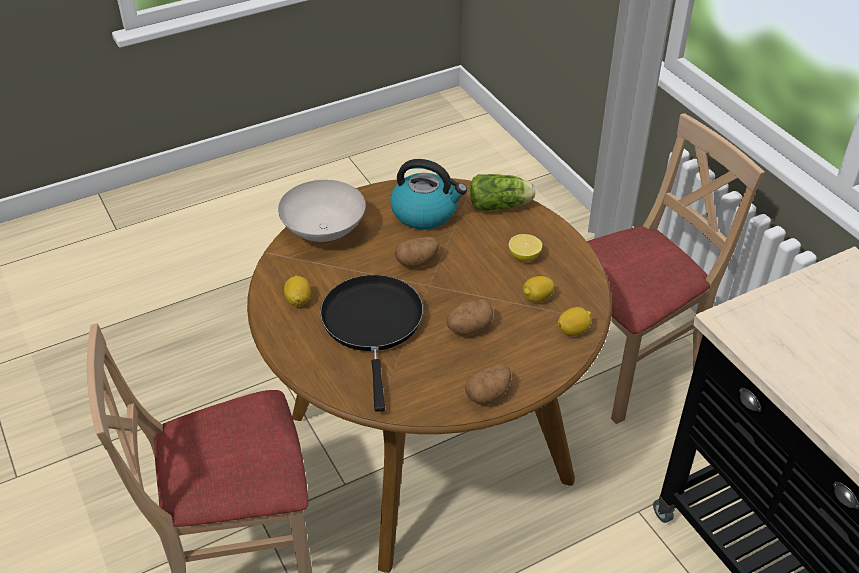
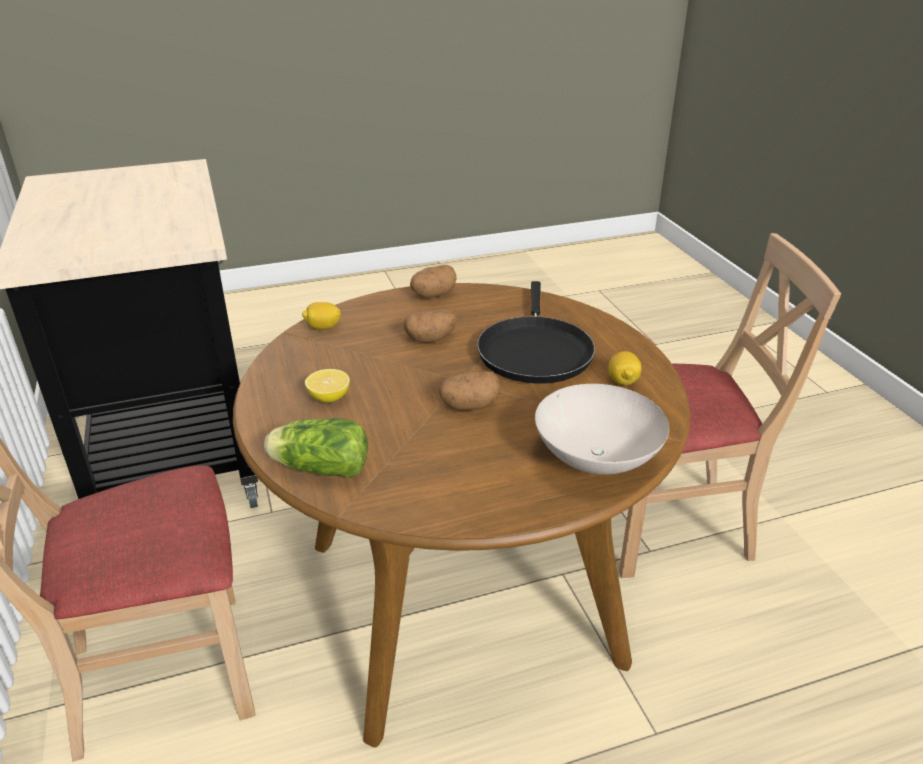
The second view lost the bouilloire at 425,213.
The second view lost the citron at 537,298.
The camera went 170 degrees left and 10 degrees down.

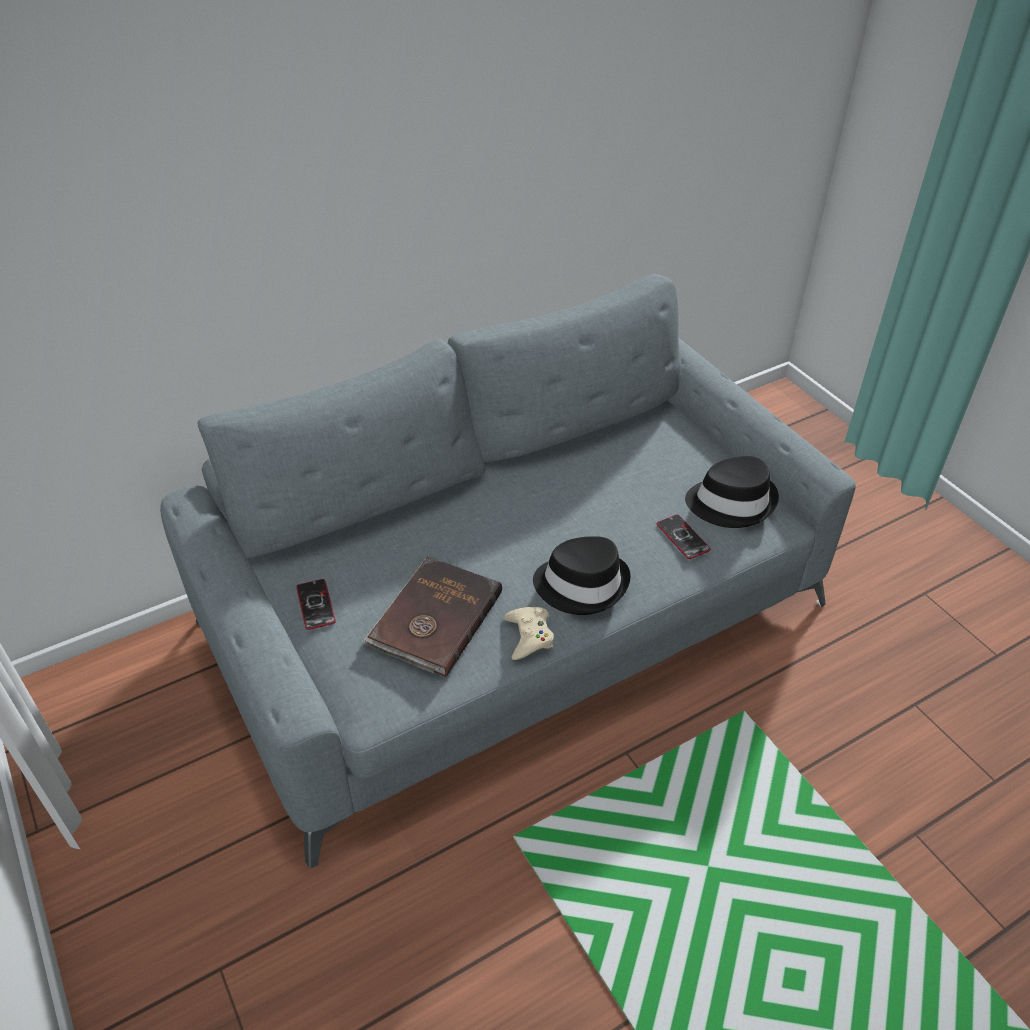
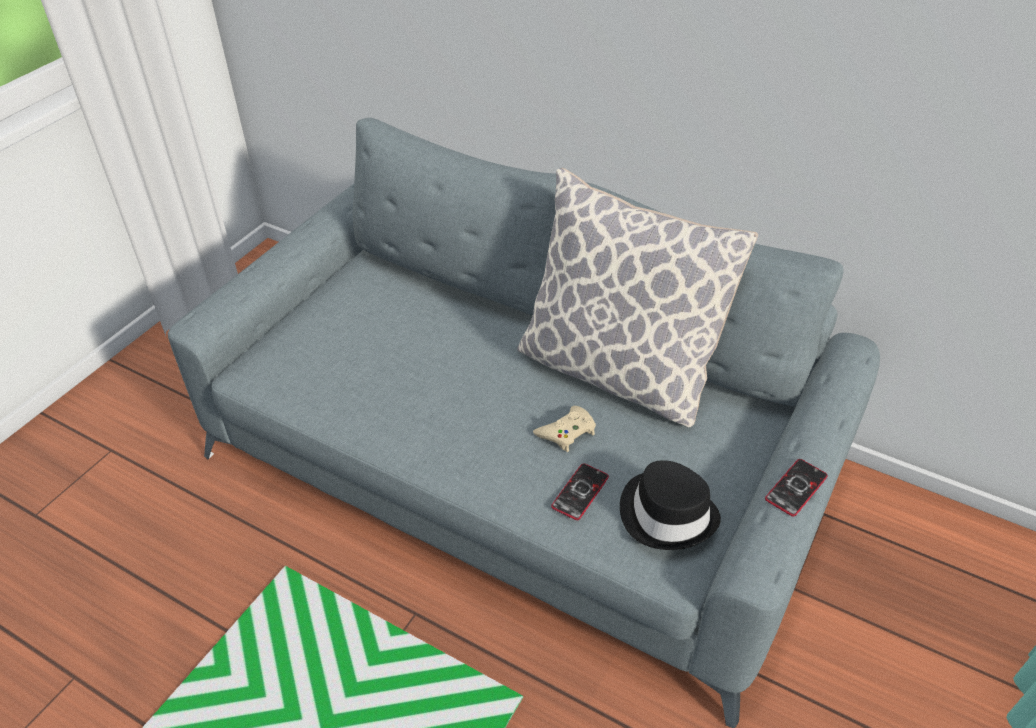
The téléphone ended up elsewhere, having gone from 315,605 to 796,488.
The second view lost the livre [marron] at 434,619.
The manette [beige] ended up elsewhere, having gone from 529,636 to 567,432.
The second view lost the chapeau [noir] at 582,584.
The second view gained the coussin at 616,370.
The camera went 60 degrees right and 0 degrees up.

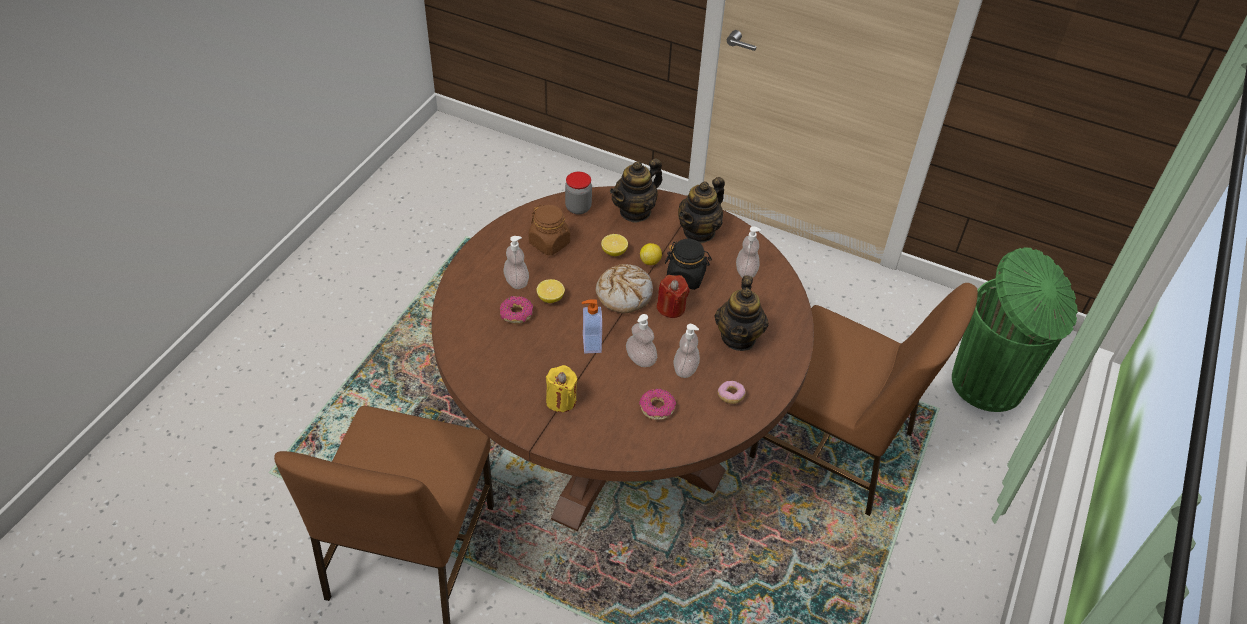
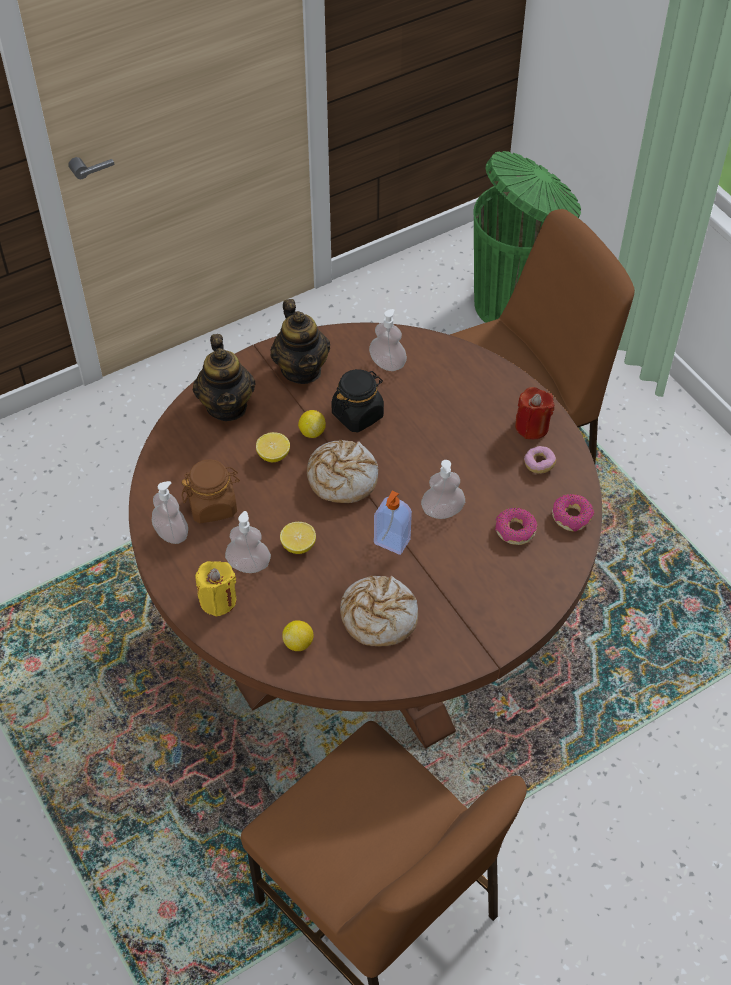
The beignet ended up elsewhere, having gone from 516,314 to 572,517.
The bougie [jaune] ended up elsewhere, having gone from 561,400 to 218,600.
The second view lost the bocal at 578,208.
The bougie [rouge] ended up elsewhere, having gone from 671,307 to 532,427.
The distributeur de savon ended up elsewhere, having gone from 685,369 to 171,533.
The second view lost the théière at 739,337.
The second view gained the citron at 298,643.
The second view gained the pain at 378,617.
The camera went 55 degrees left and 5 degrees up.

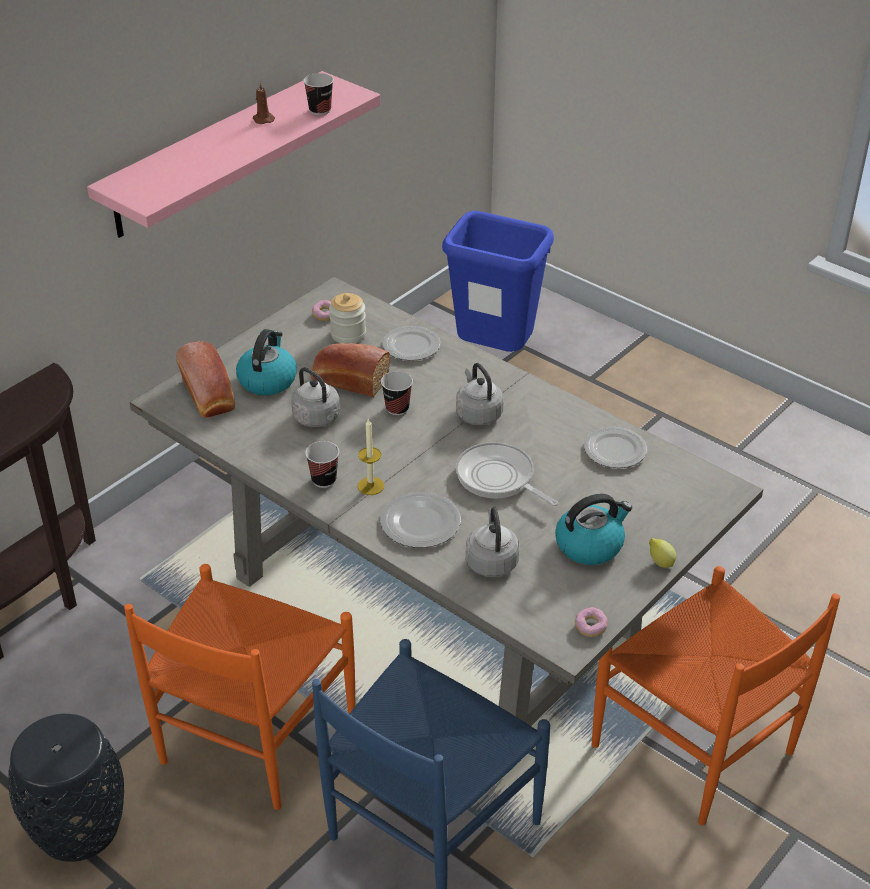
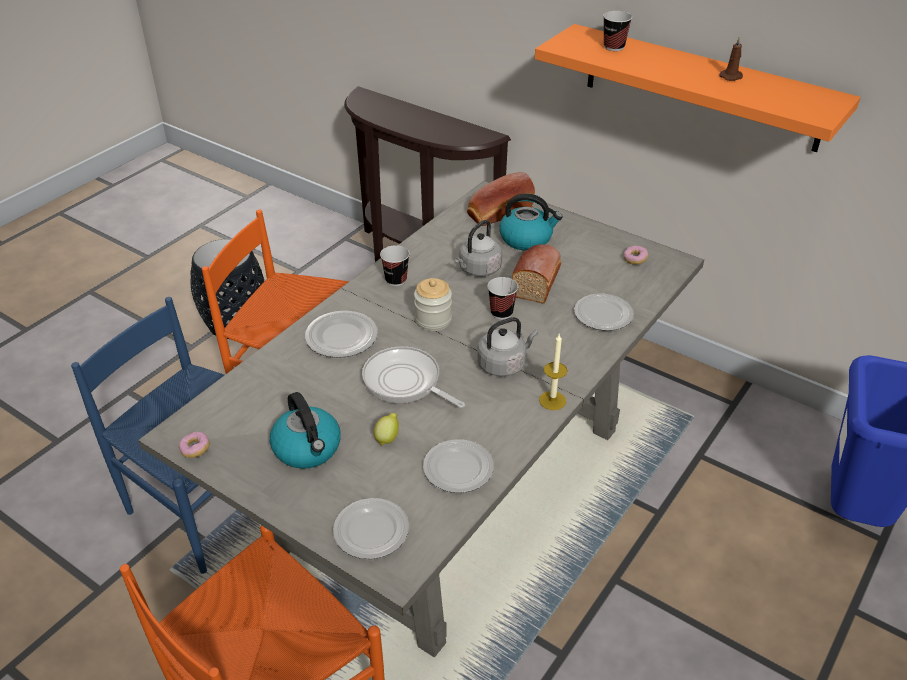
What was the étagère [rose] at 215,154 turned into the étagère [orange] at 701,87.
The tasse ended up elsewhere, having gone from 320,110 to 614,47.
The bocal ended up elsewhere, having gone from 348,334 to 433,320.
The bougie ended up elsewhere, having gone from 371,486 to 552,400.
The poêle at 498,478 ended up facing another way, 90 degrees counterclockwise from before.
The second view lost the bouilloire [gris] at 491,561.
The citron ended up elsewhere, having gone from 660,562 to 387,438.
The second view gained the assiette at 370,531.
The camera went 85 degrees right and 0 degrees up.

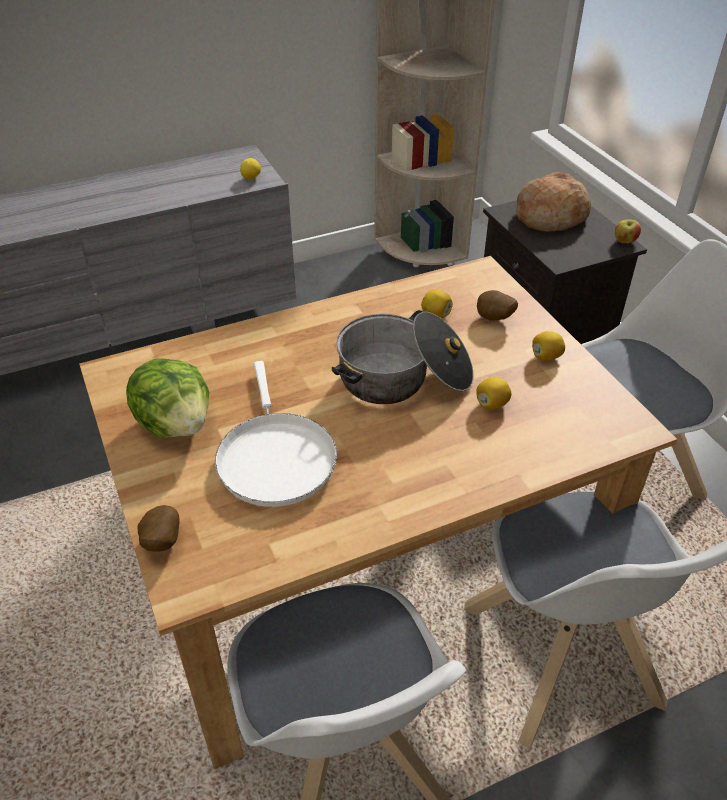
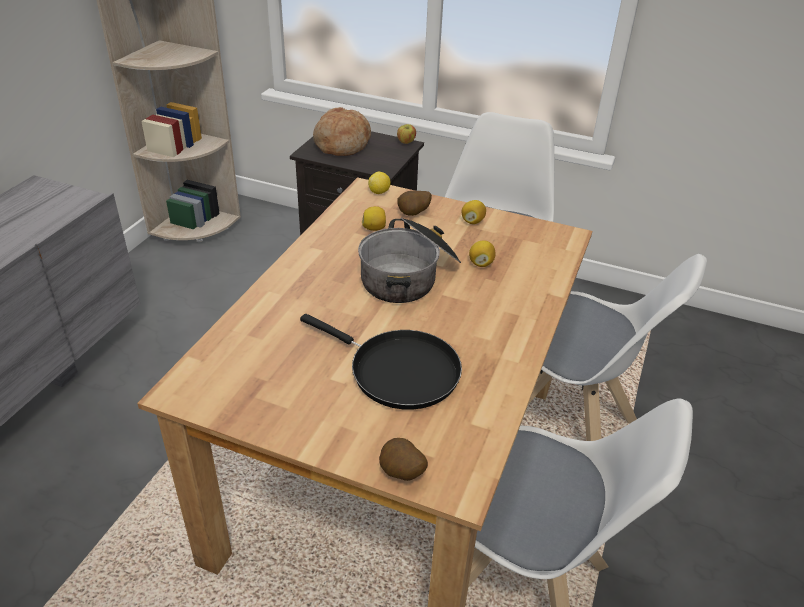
The second view lost the laitue at 176,424.
What was the poêle [blanc] at 275,457 turned into the poêle [noir] at 398,371.
The citron ended up elsewhere, having gone from 251,178 to 379,192.
The camera went 45 degrees left and 5 degrees down.

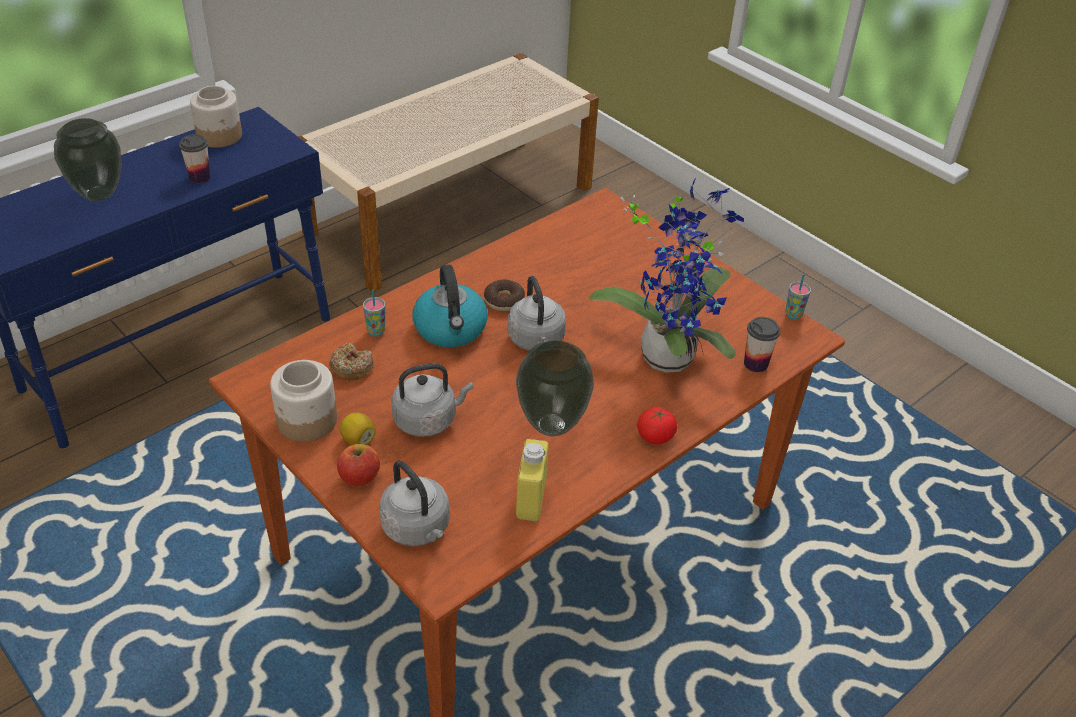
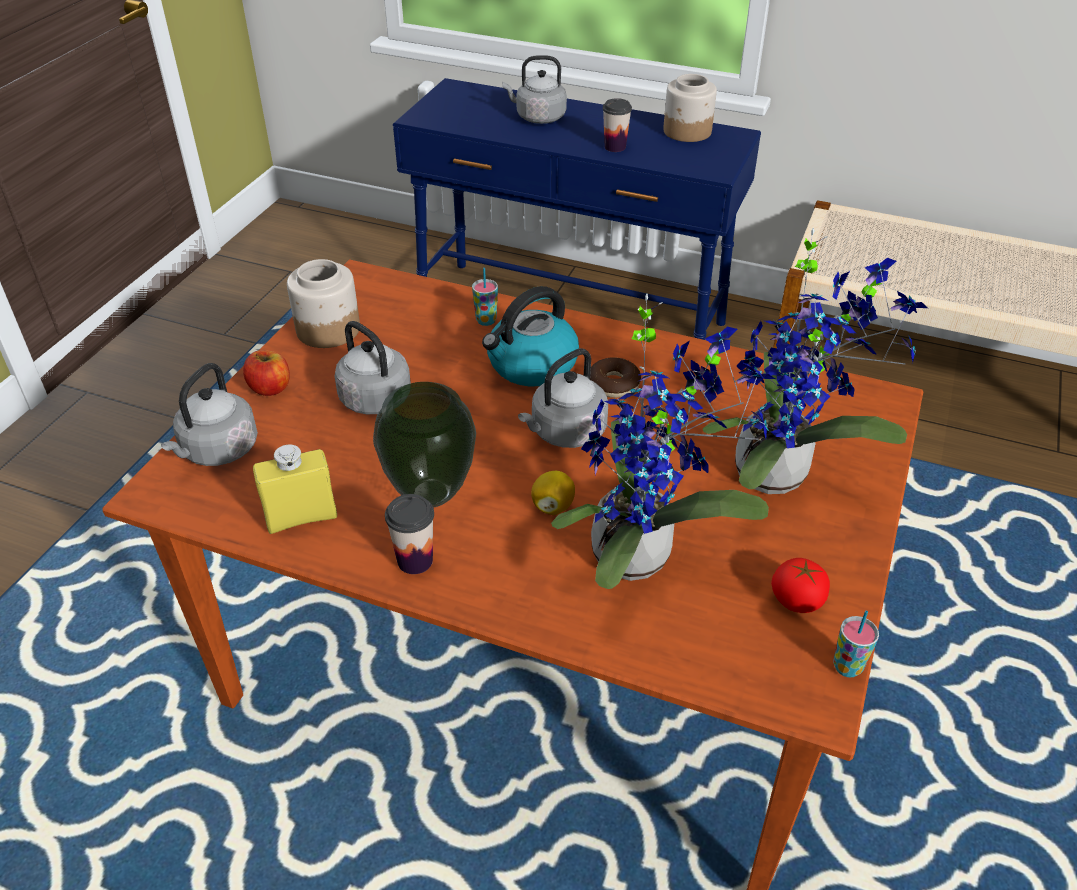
Where the vase stood at 99,195, the bouilloire [gris] came to stand at 538,117.
The second view lost the beignet at 351,367.
The citron ended up elsewhere, having gone from 358,440 to 552,506.
The tomate ended up elsewhere, having gone from 655,437 to 796,600.
The tasse ended up elsewhere, having gone from 755,364 to 415,560.
The second view gained the plante en pot at 780,473.
The camera went 65 degrees right and 0 degrees up.

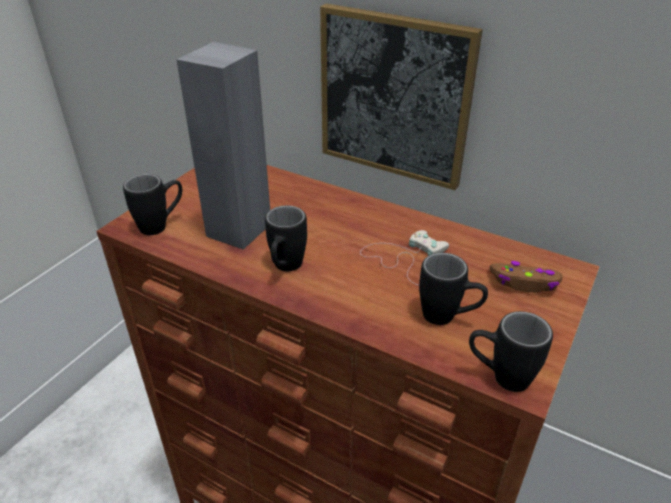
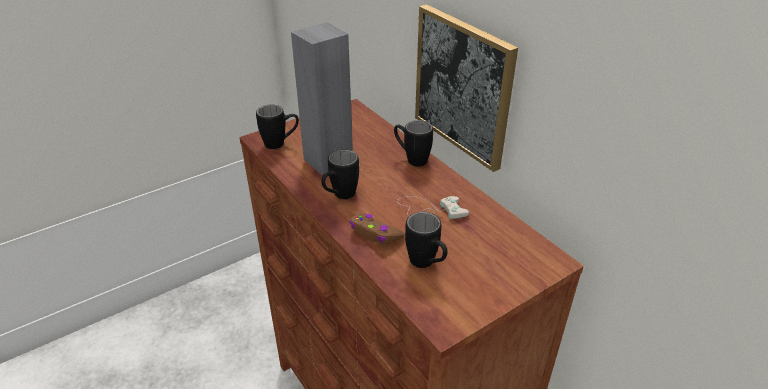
The mug [noir] ended up elsewhere, having gone from 499,377 to 411,159.
The manette [marron] ended up elsewhere, having gone from 524,283 to 375,233.
The camera went 25 degrees right and 0 degrees up.

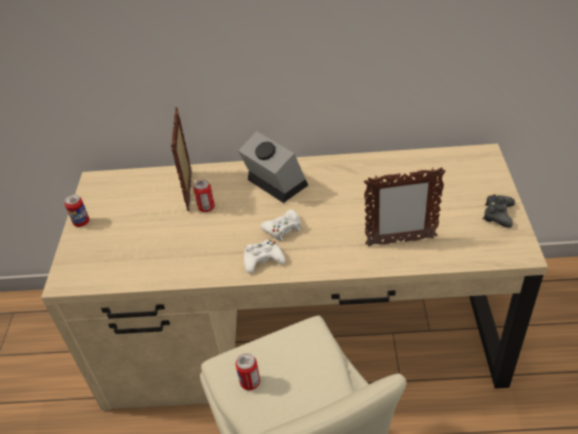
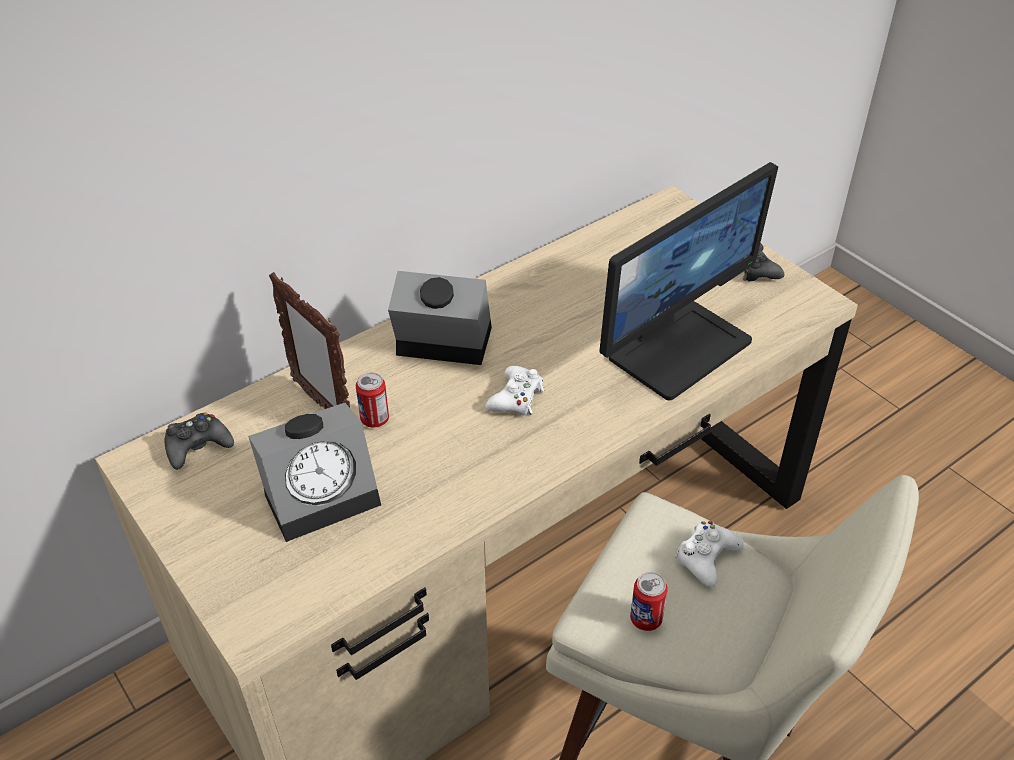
The second view lost the boîte métallique at 81,222.
The manette [blanc] ended up elsewhere, having gone from 263,260 to 706,557.
Where the cadre photo stood at 400,241, the écran d'ordinateur came to stand at 678,347.
The second view gained the manette [noir] at 198,446.
The second view gained the réveil at 324,495.
The camera went 40 degrees left and 0 degrees up.

